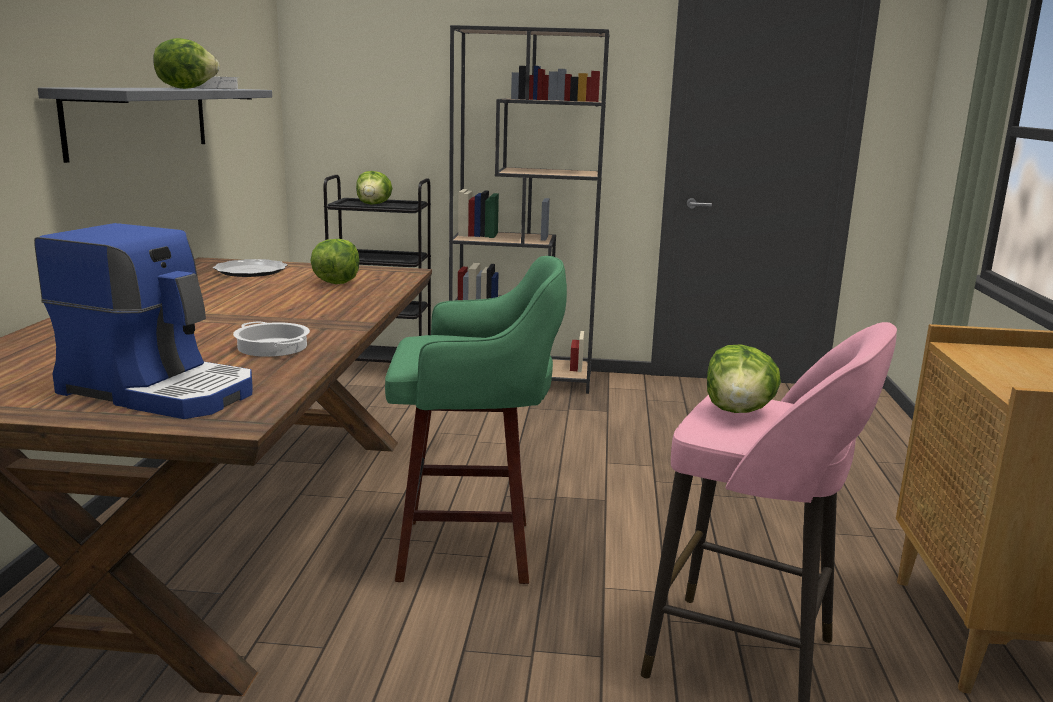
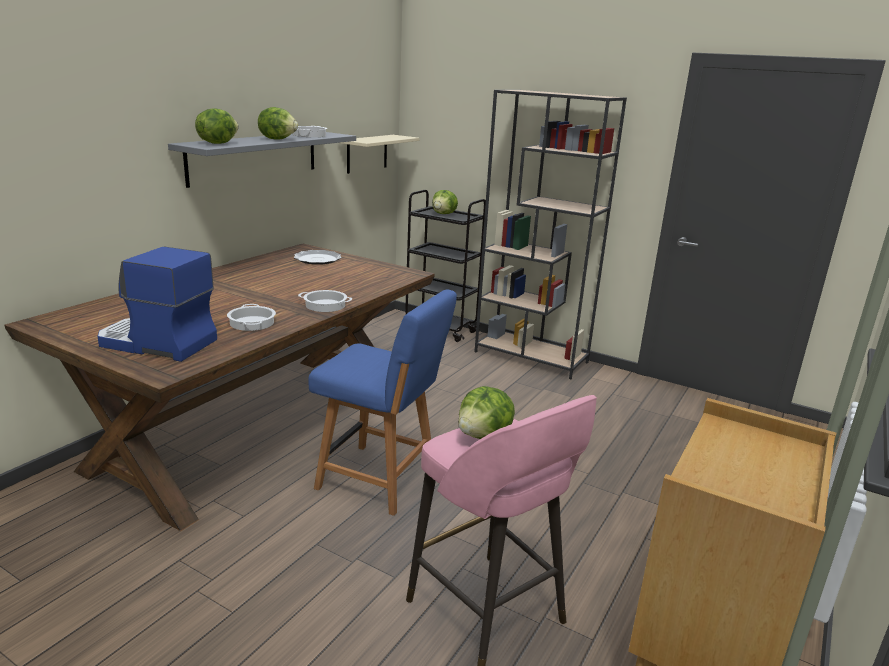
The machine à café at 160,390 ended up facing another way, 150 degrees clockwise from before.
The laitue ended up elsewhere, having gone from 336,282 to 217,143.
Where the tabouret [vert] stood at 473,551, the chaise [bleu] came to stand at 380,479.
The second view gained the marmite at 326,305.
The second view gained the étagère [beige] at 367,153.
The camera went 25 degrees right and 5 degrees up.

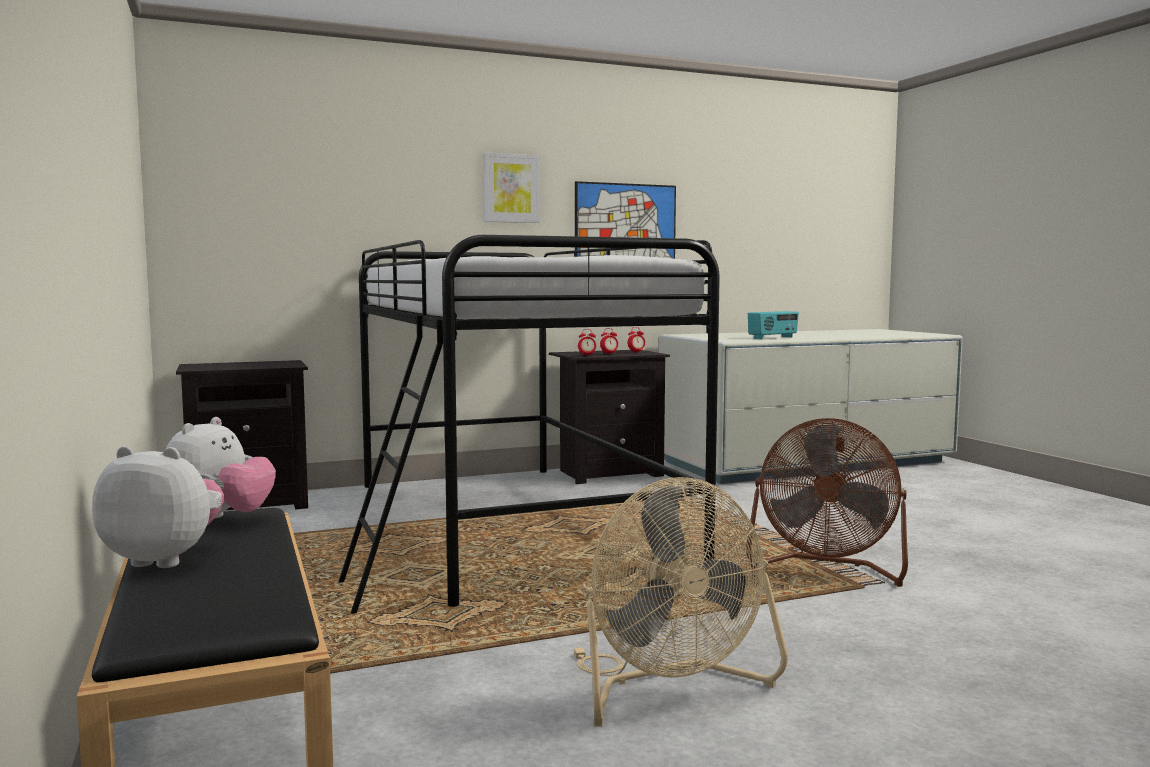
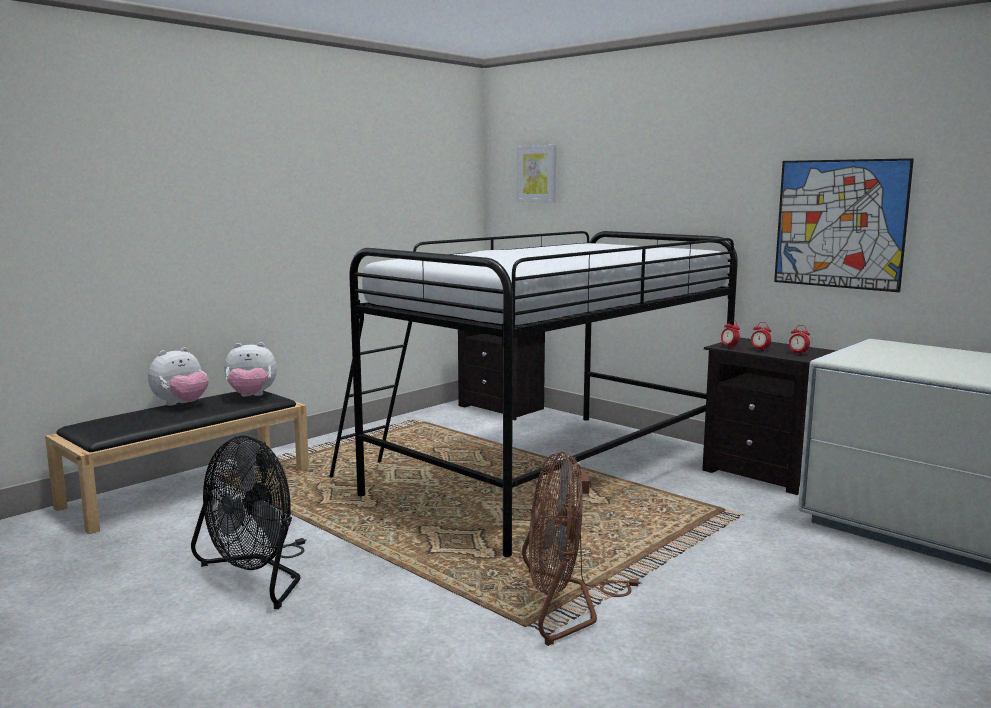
The peluche at 165,559 ended up facing another way, 60 degrees clockwise from before.
The tableau ended up elsewhere, having gone from 511,188 to 537,173.
What was the ventilateur [beige] at 661,688 turned into the ventilateur [noir] at 260,574.
The second view lost the radio at 773,338.
The camera went 65 degrees right and 5 degrees up.

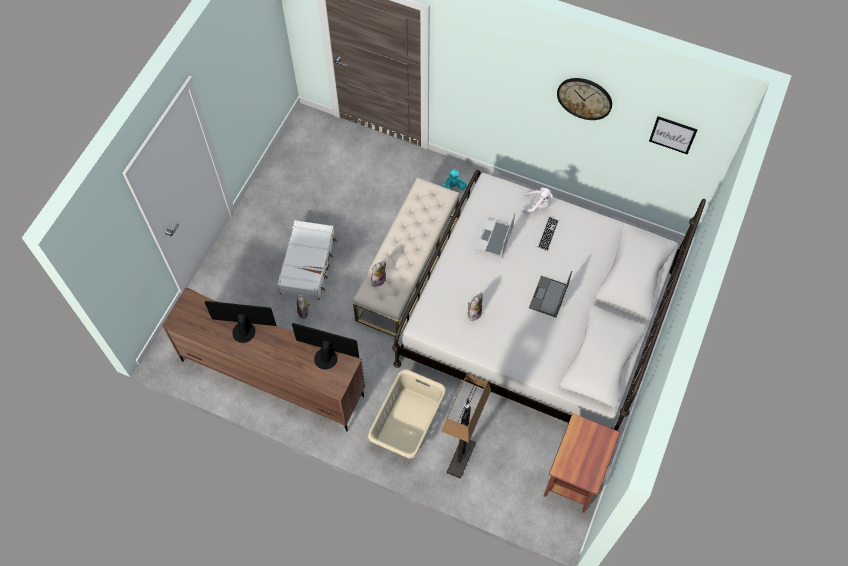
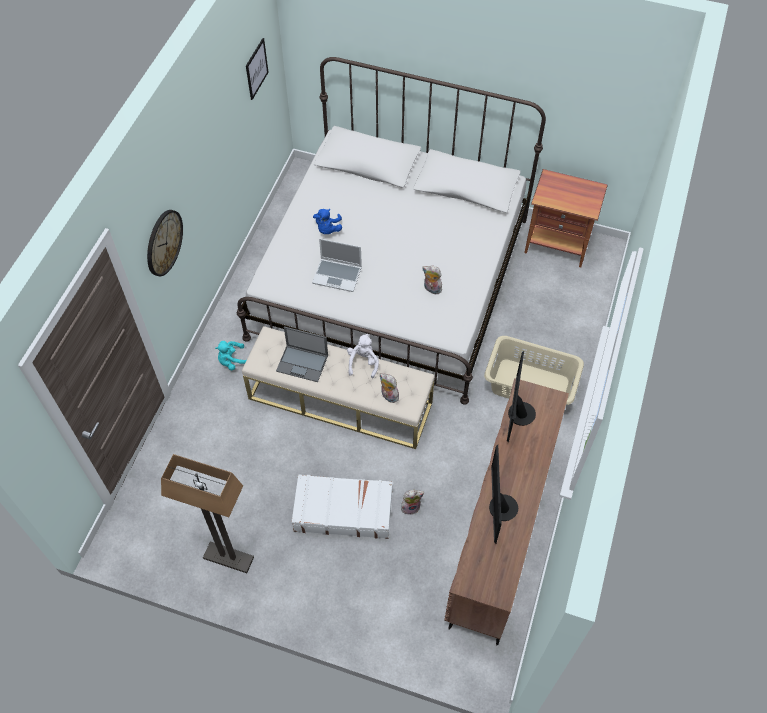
The lampadaire ended up elsewhere, having gone from 461,458 to 229,557.
The peluche [blanc] ended up elsewhere, having gone from 538,205 to 363,362.
The ordinateur portable ended up elsewhere, having gone from 548,297 to 303,363.
Where the clavier stood at 548,234, the peluche [bleu] came to stand at 327,229.
The horloge murale ended up elsewhere, having gone from 584,98 to 163,242.
The camera went 95 degrees left and 5 degrees down.

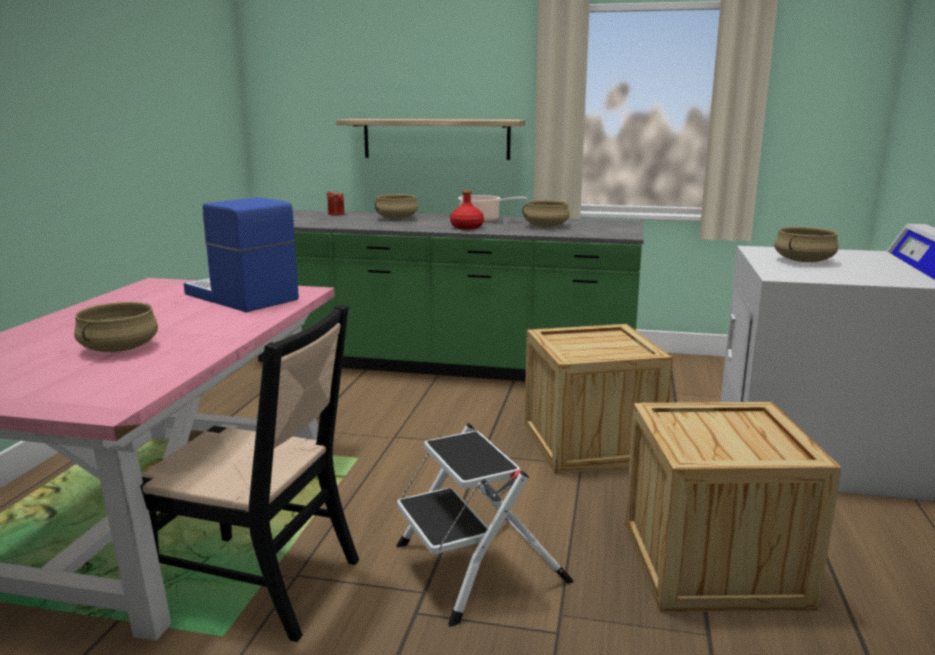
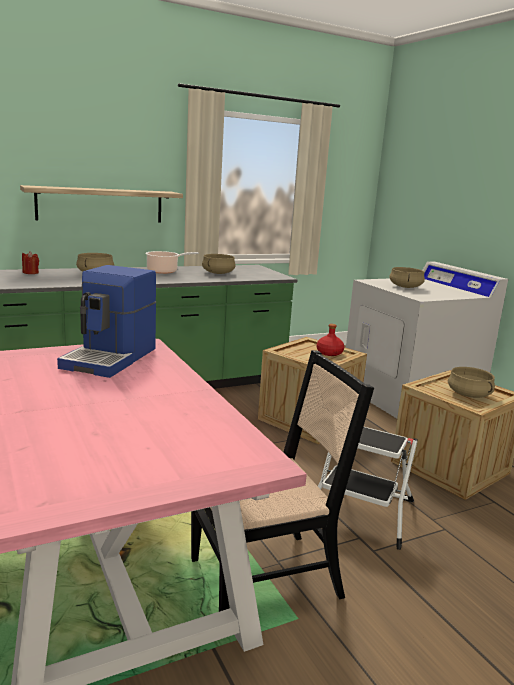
The marmite [beige] ended up elsewhere, having gone from 120,348 to 469,394.
The machine à café at 240,297 ended up facing another way, 75 degrees counterclockwise from before.
The bouteille [rouge] ended up elsewhere, having gone from 467,227 to 329,353.
The camera went 40 degrees left and 0 degrees up.

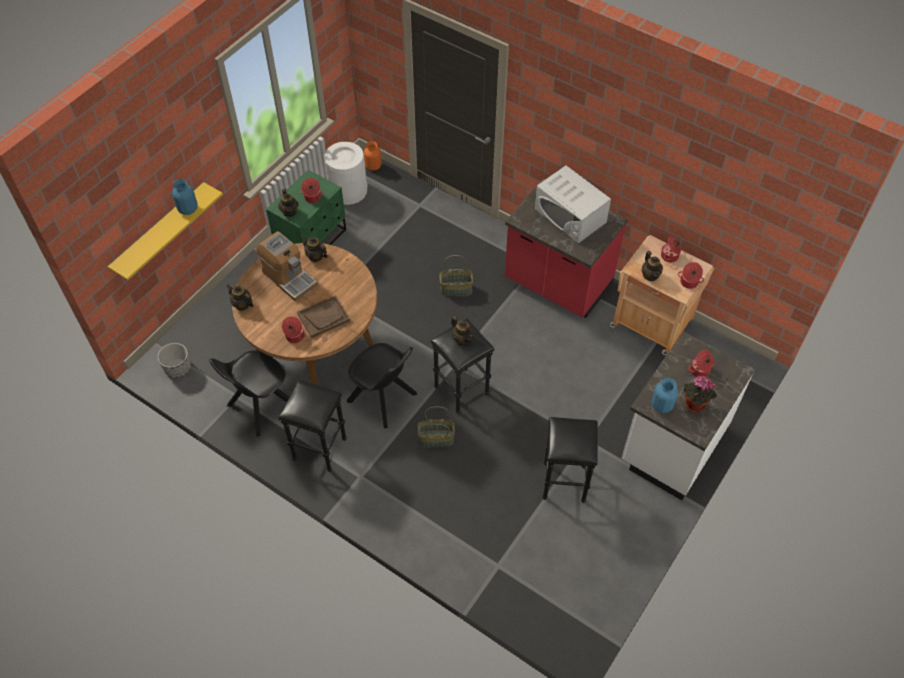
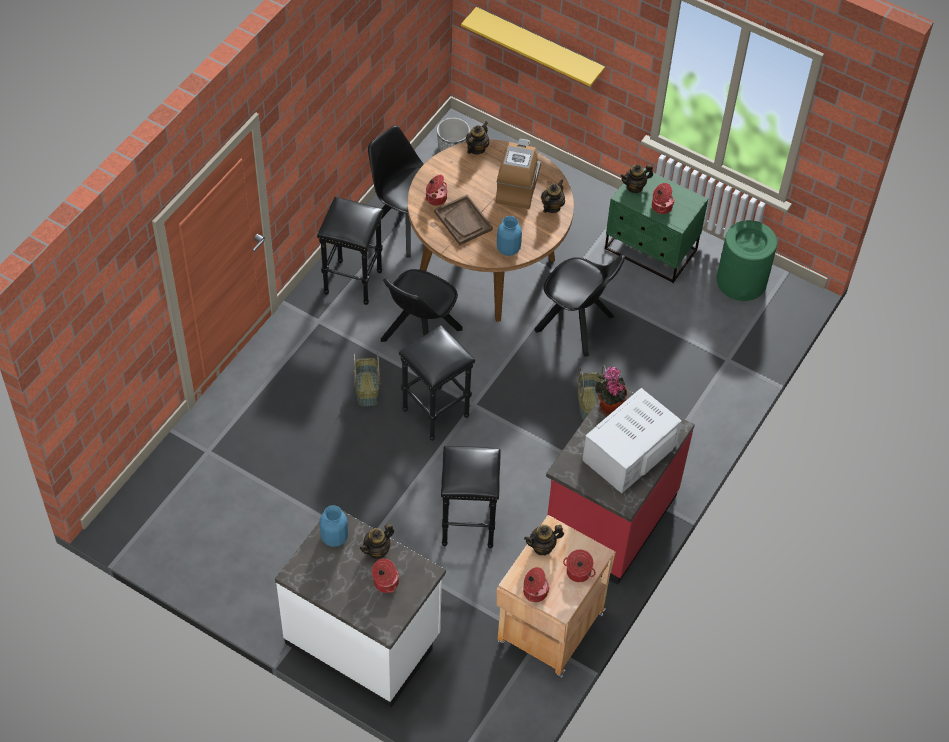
The vase [bleu] ended up elsewhere, having gone from 188,209 to 508,248.
The machine à café at 289,278 ended up facing another way, 150 degrees clockwise from before.
What was the poubelle [blanc] at 348,190 turned into the poubelle [vert] at 741,281.
The second view lost the vase [orange] at 373,166.
The théière ended up elsewhere, having gone from 462,339 to 377,550.
The tabouret [noir] ended up elsewhere, having gone from 565,483 to 467,526.
The plante en pot ended up elsewhere, having gone from 693,406 to 608,405.
The second view gained the chaise [noir] at 576,325.
The camera went 85 degrees right and 0 degrees up.

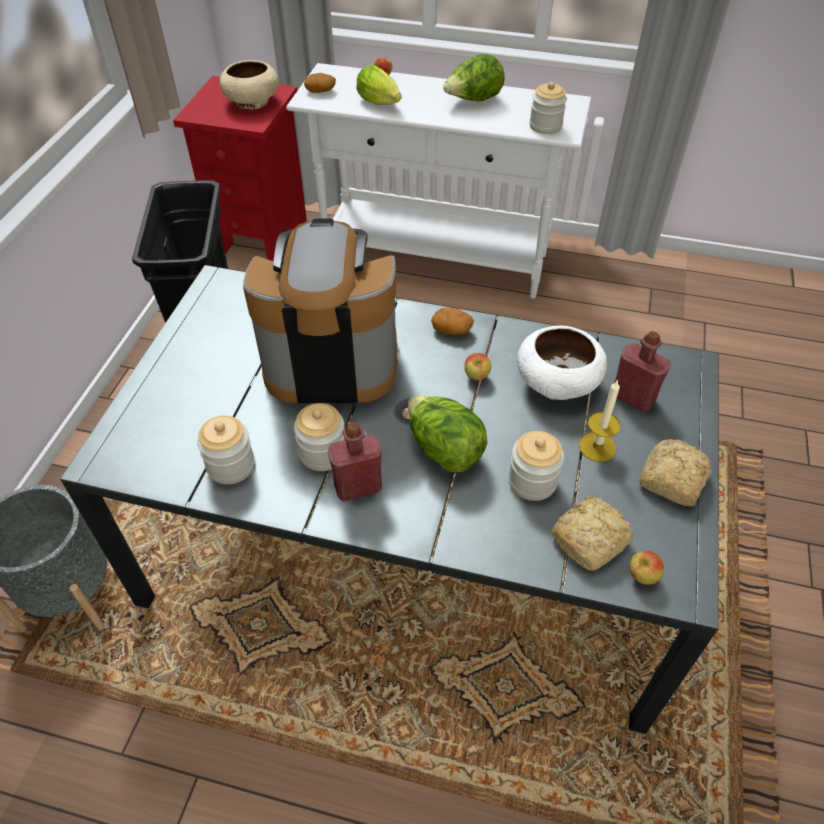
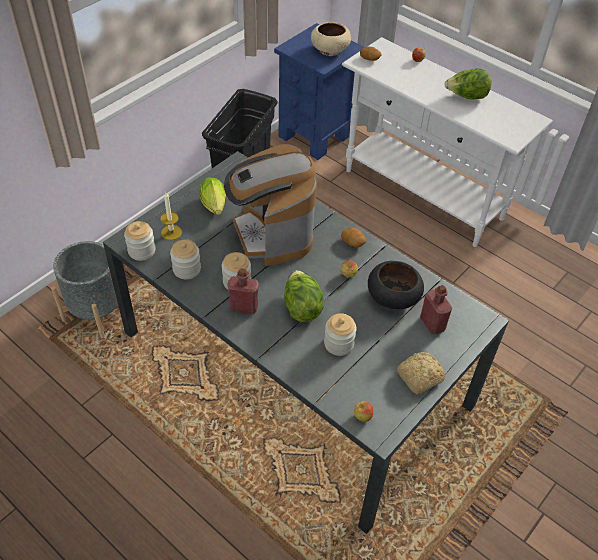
What was the table de chevet [rouge] at 261,236 turned into the table de chevet [bleu] at 314,137.
The machine à café at 330,361 ended up facing another way, 135 degrees counterclockwise from before.
The laitue ended up elsewhere, having gone from 381,103 to 214,207.
What was the bol [blanc] at 556,382 turned into the bol [noir] at 393,297.
The bocal ended up elsewhere, having gone from 545,126 to 141,251.
The second view lost the pain at 592,539.
The bougie ended up elsewhere, having gone from 597,447 to 171,232.
The camera went 25 degrees right and 0 degrees up.

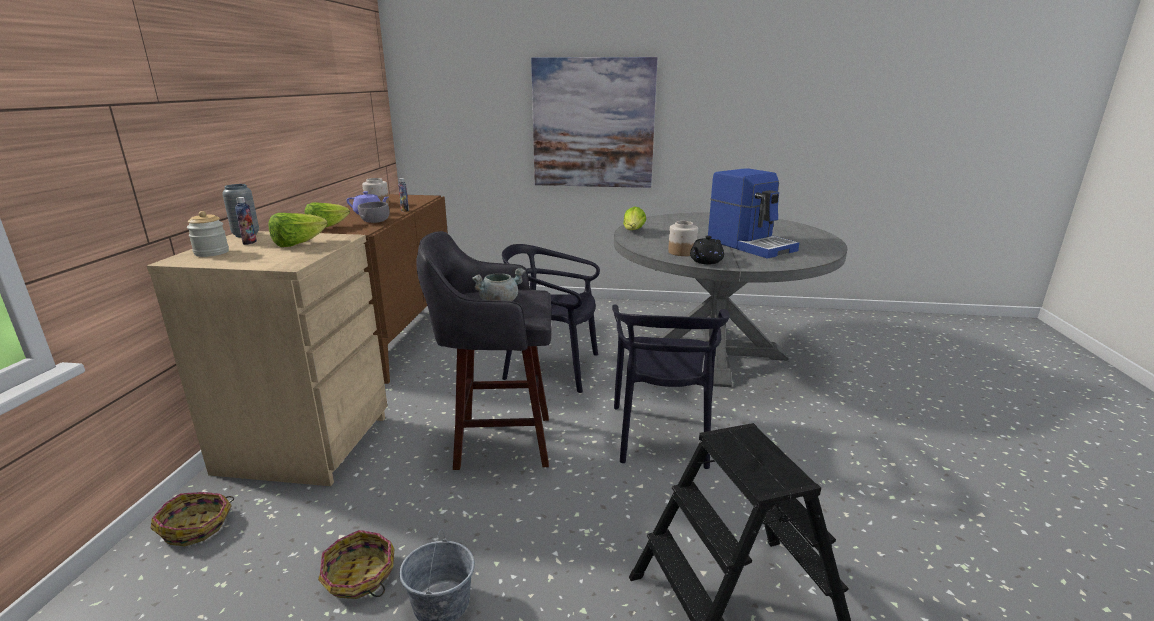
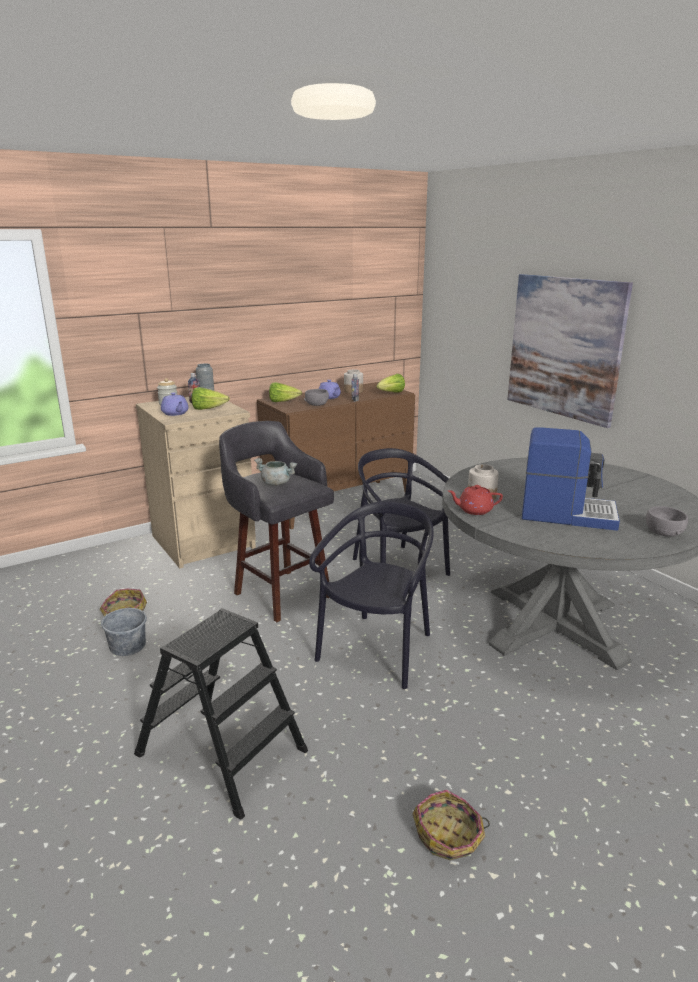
The panier ended up elsewhere, having gone from 197,527 to 449,836.
The chaise [noir] at 662,434 ended up facing another way, 150 degrees clockwise from before.
The laitue ended up elsewhere, having gone from 633,231 to 391,393.
What was the théière [noir] at 705,261 turned into the théière [rouge] at 474,510.
The machine à café at 751,245 ended up facing another way, 90 degrees counterclockwise from before.
The second view gained the théière [violet] at 175,413.
The second view gained the bol [gris] at 663,532.
The camera went 50 degrees right and 0 degrees up.

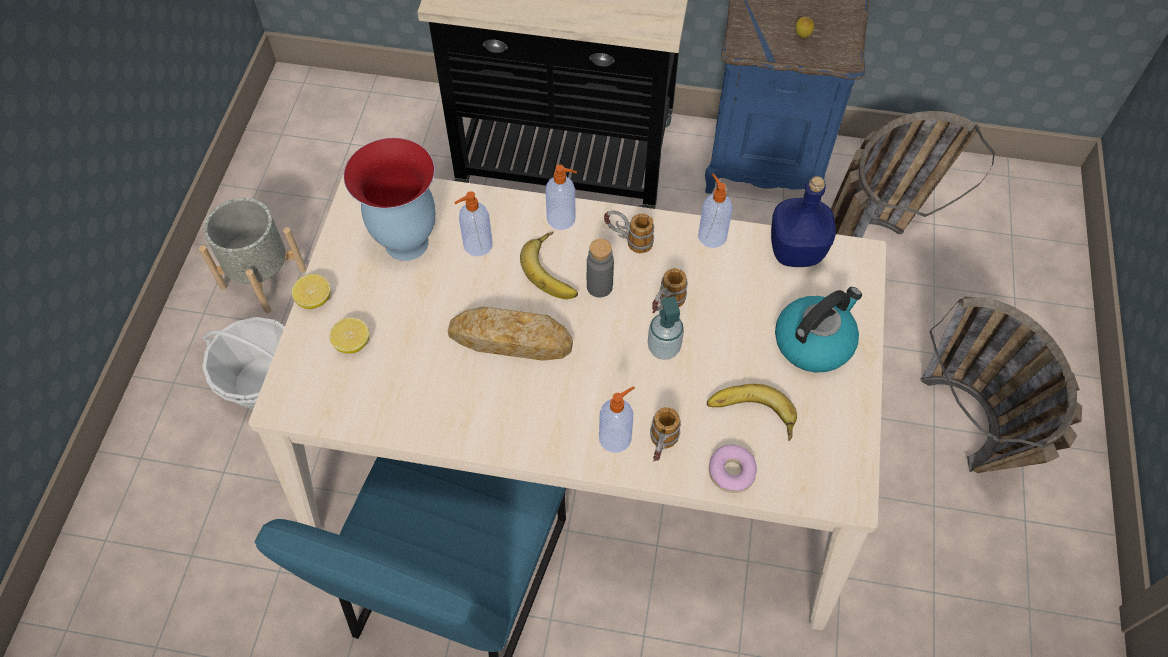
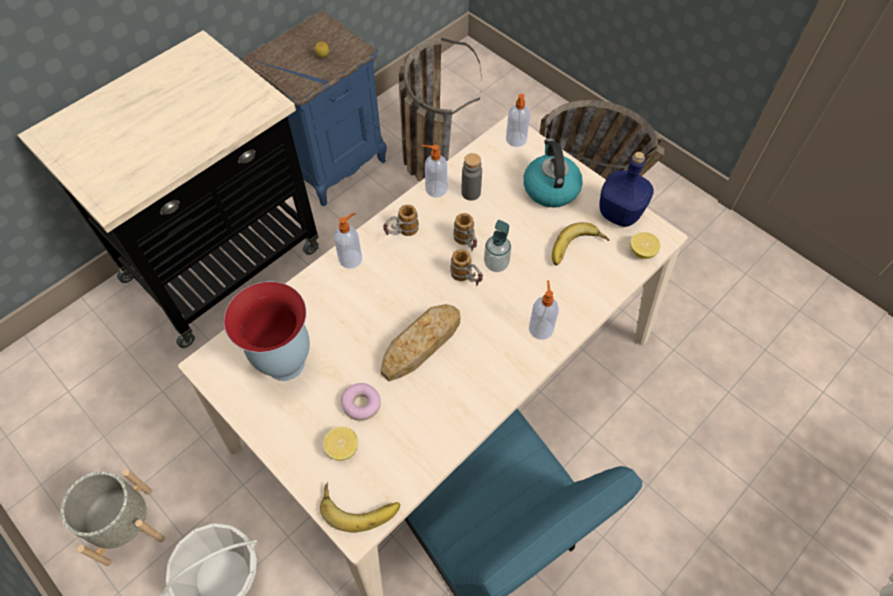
The citron ended up elsewhere, having gone from 314,299 to 642,252.
The distributeur de savon ended up elsewhere, having gone from 477,245 to 516,140.
The banane ended up elsewhere, having gone from 554,270 to 360,505.
The bouteille [gris] ended up elsewhere, having gone from 599,286 to 471,193.
The mug ended up elsewhere, having gone from 661,447 to 467,279.
The beignet ended up elsewhere, having gone from 731,472 to 361,404.
The bouteille [bleu] ended up elsewhere, having gone from 796,252 to 620,213.
The camera went 55 degrees left and 0 degrees up.

